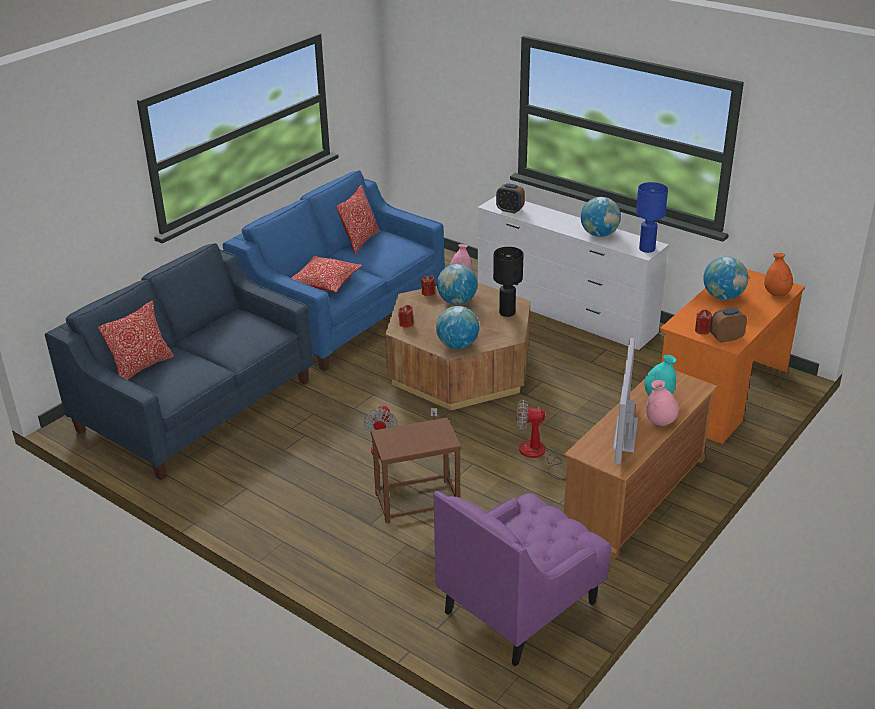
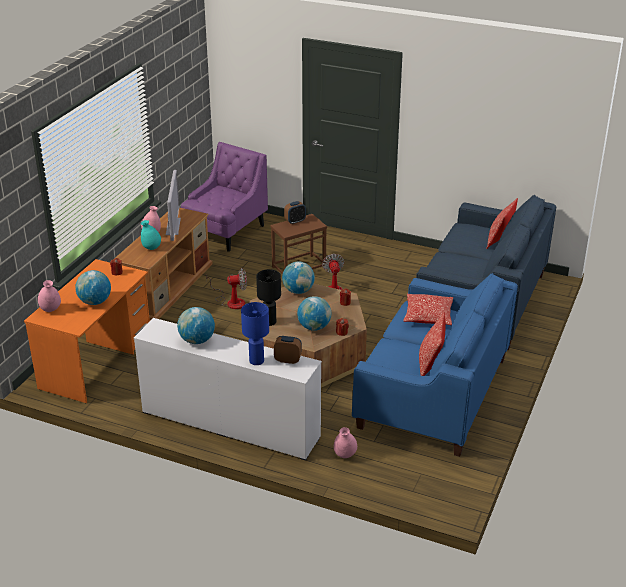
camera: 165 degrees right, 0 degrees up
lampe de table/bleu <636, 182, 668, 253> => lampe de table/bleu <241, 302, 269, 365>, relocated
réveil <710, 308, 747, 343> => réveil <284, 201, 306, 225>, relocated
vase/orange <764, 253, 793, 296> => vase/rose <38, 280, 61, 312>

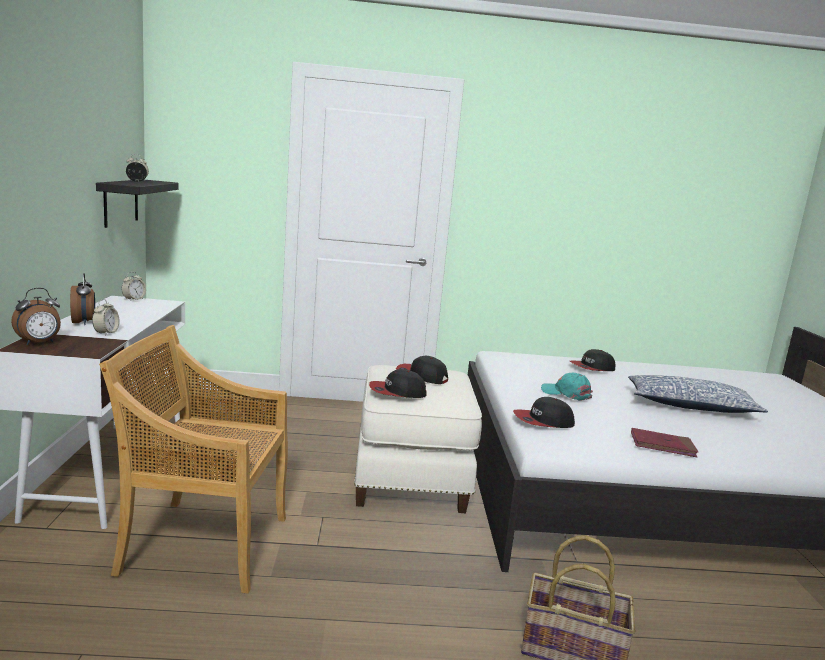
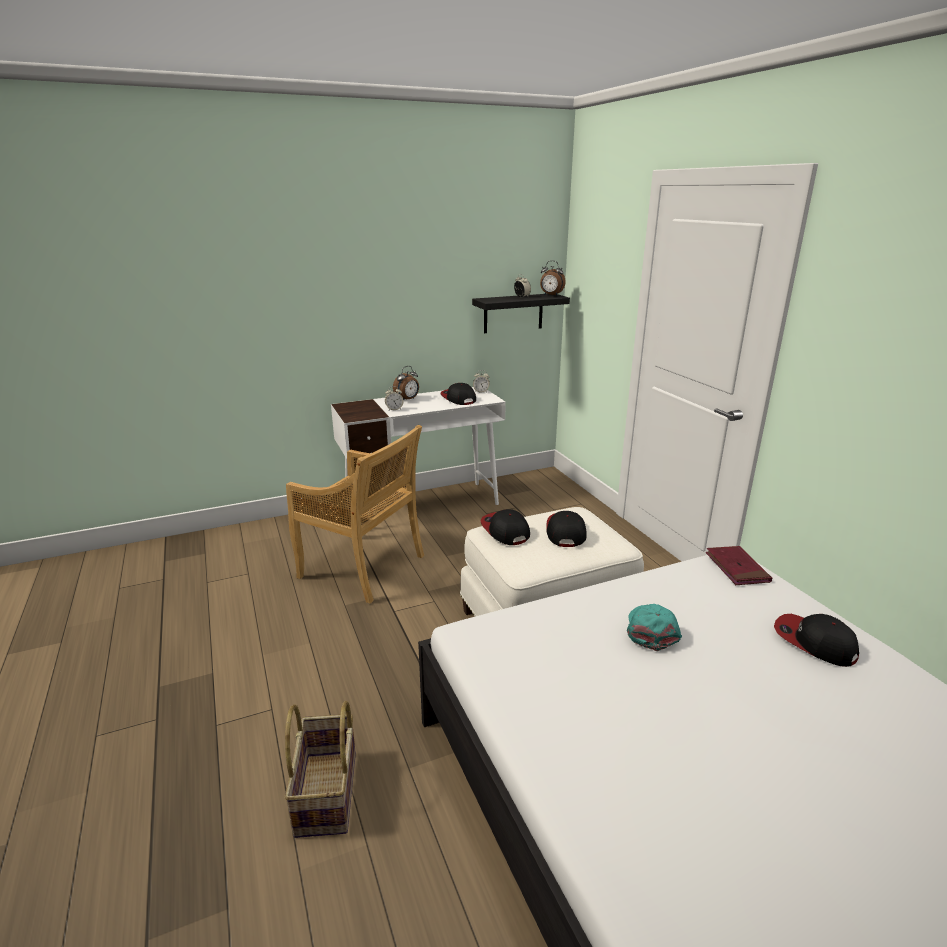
camera: 70 degrees right, 10 degrees up
coussin <628, 375, 768, 413> => nothing
réveil <11, 288, 61, 345> => réveil <540, 261, 566, 296>, relocated
casquette <513, 397, 575, 428> => casquette <440, 383, 476, 405>, relocated
livre/rouge <631, 428, 698, 457> => livre/rouge <706, 546, 772, 585>, relocated
chaise/beige <99, 325, 288, 594> => chaise/beige <286, 425, 424, 604>, 135 degrees clockwise

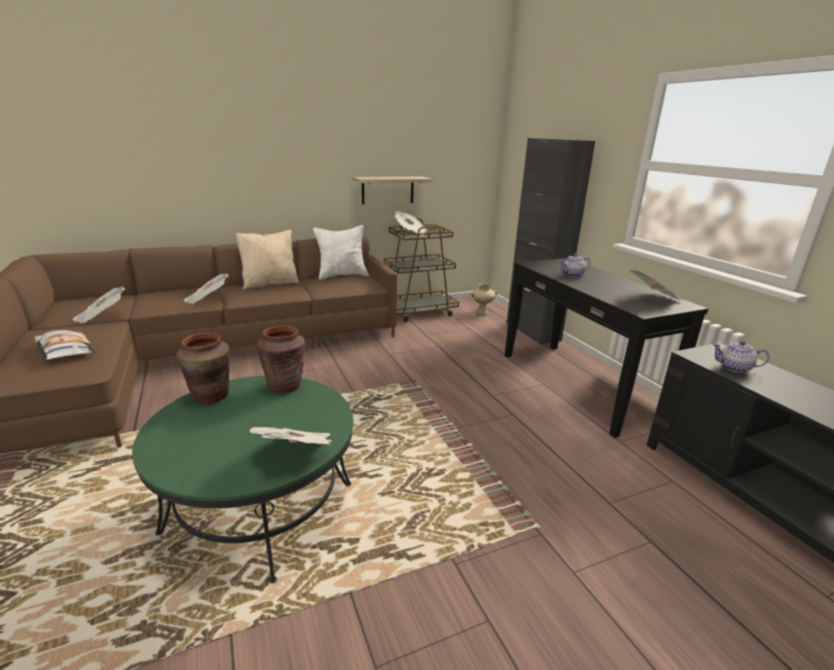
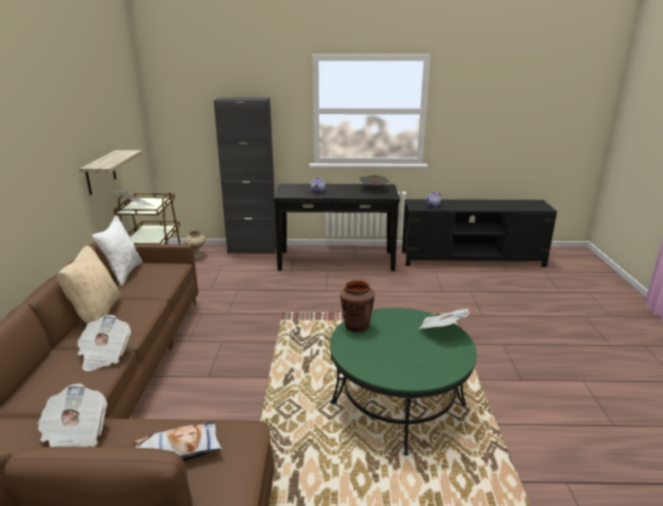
camera: 65 degrees left, 0 degrees up
vase/marron <176, 333, 230, 404> => nothing

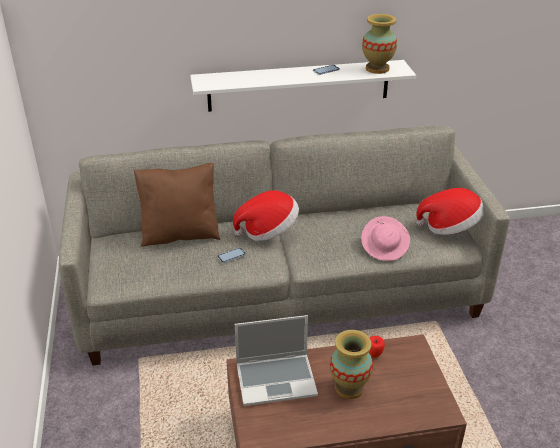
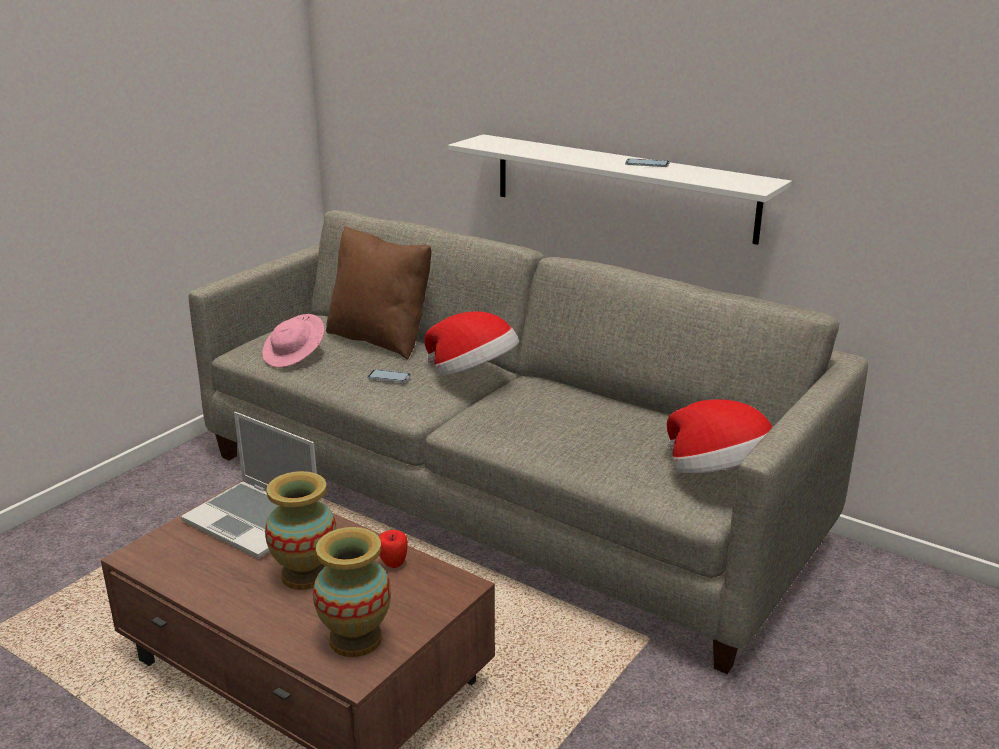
camera: 45 degrees right, 10 degrees down
chapeau/rose <361, 216, 410, 261> => chapeau/rose <262, 314, 324, 368>, relocated
vase <362, 14, 397, 74> => vase <313, 527, 391, 657>, relocated

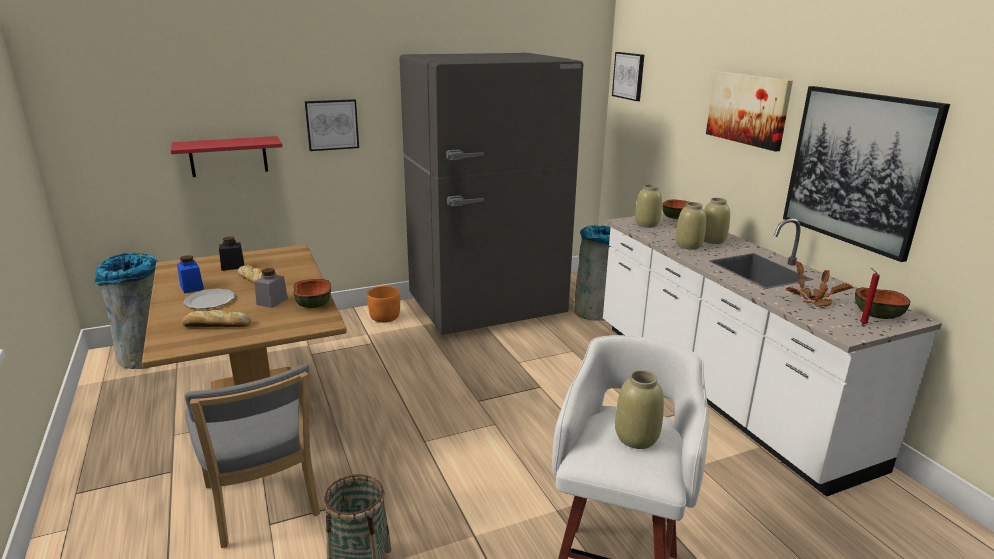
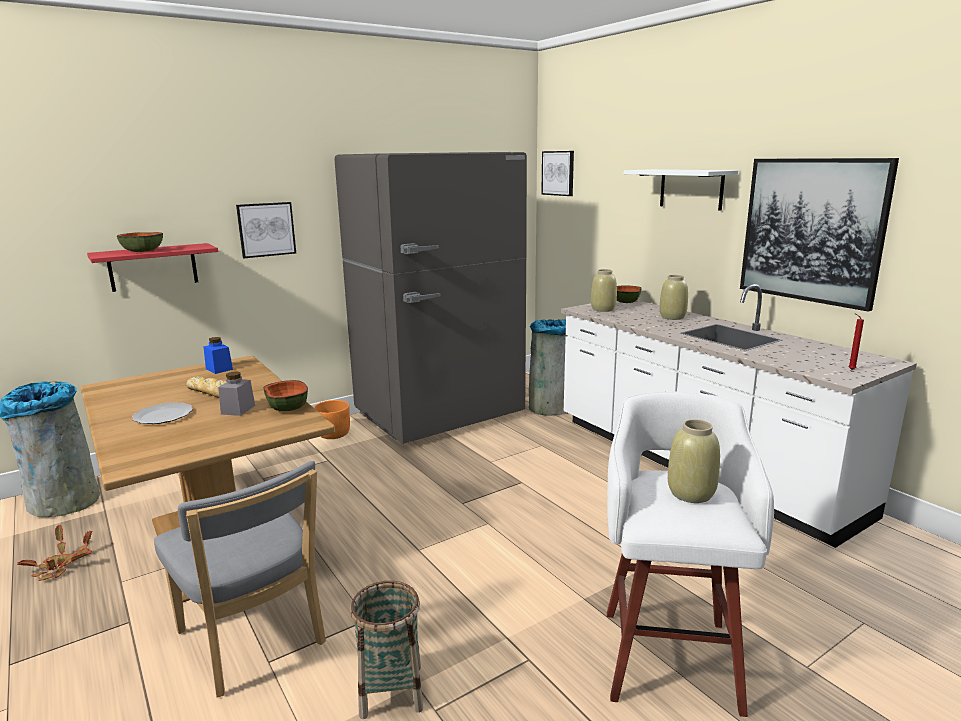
camera: 10 degrees left, 5 degrees down
pain <182, 310, 251, 327> => nothing
bocal/noir <219, 237, 244, 271> => nothing
vase/beige <676, 202, 706, 250> => nothing
bocal/bleu <177, 255, 204, 294> => bocal/bleu <203, 337, 233, 374>, relocated
plante en pot <786, 261, 853, 307> => plante en pot <17, 525, 92, 581>, relocated
bol <855, 288, 911, 319> => bol <117, 232, 163, 252>, relocated
tableau <706, 71, 793, 152> => étagère/blanc <624, 169, 738, 211>

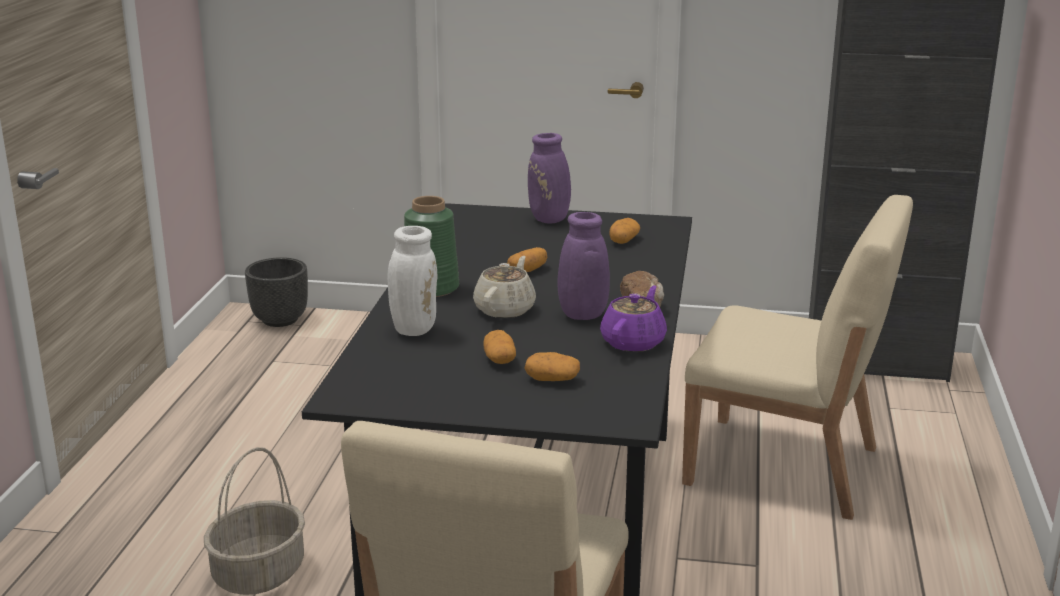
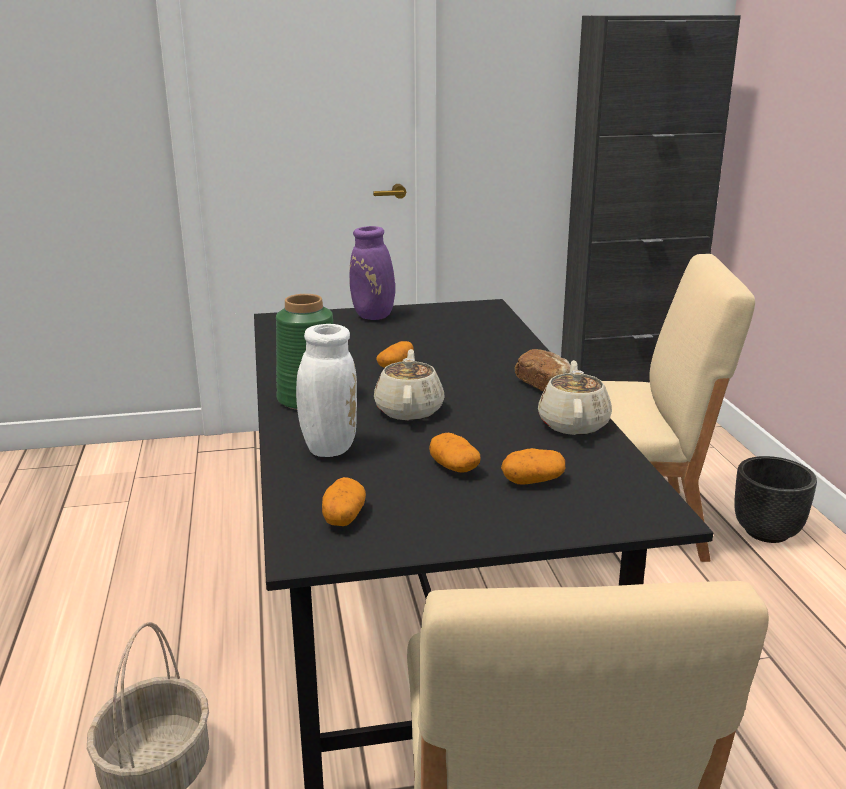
camera: 20 degrees left, 0 degrees up
vase/violet <558, 212, 610, 320> => nothing
cache-pot/noir <245, 257, 308, 327> => cache-pot/noir <734, 456, 817, 543>, relocated
pomme de terre <609, 218, 640, 244> => pomme de terre <322, 477, 366, 526>, relocated
théière/violet <600, 285, 667, 352> => théière/beige <538, 360, 612, 435>

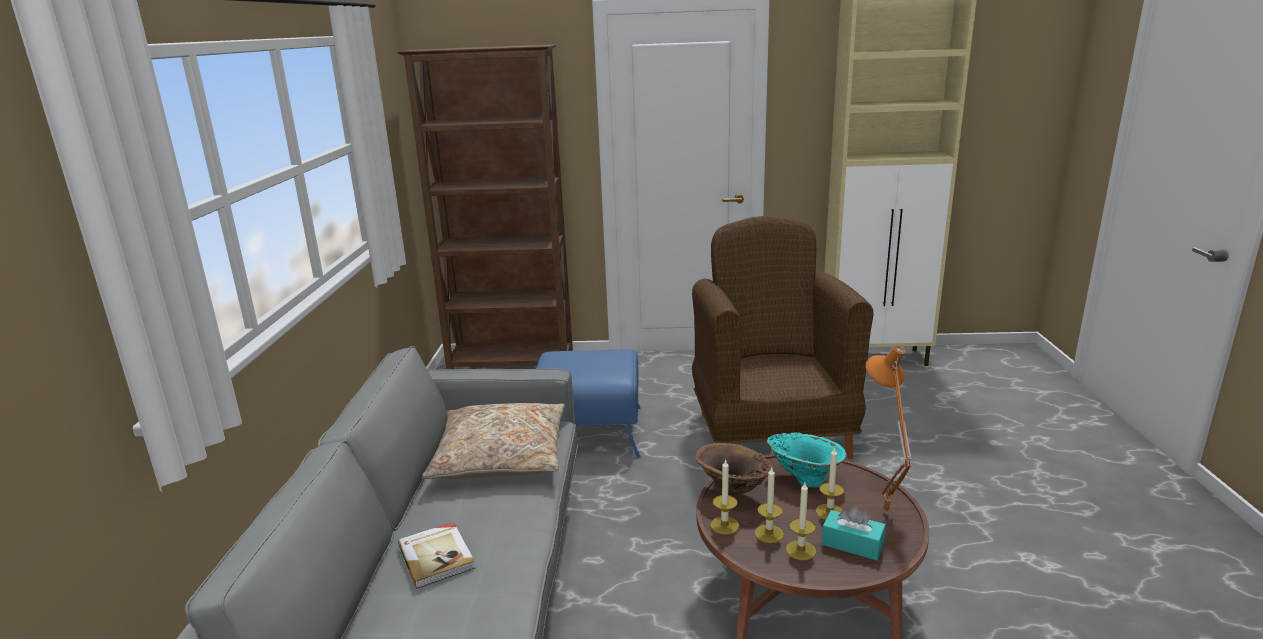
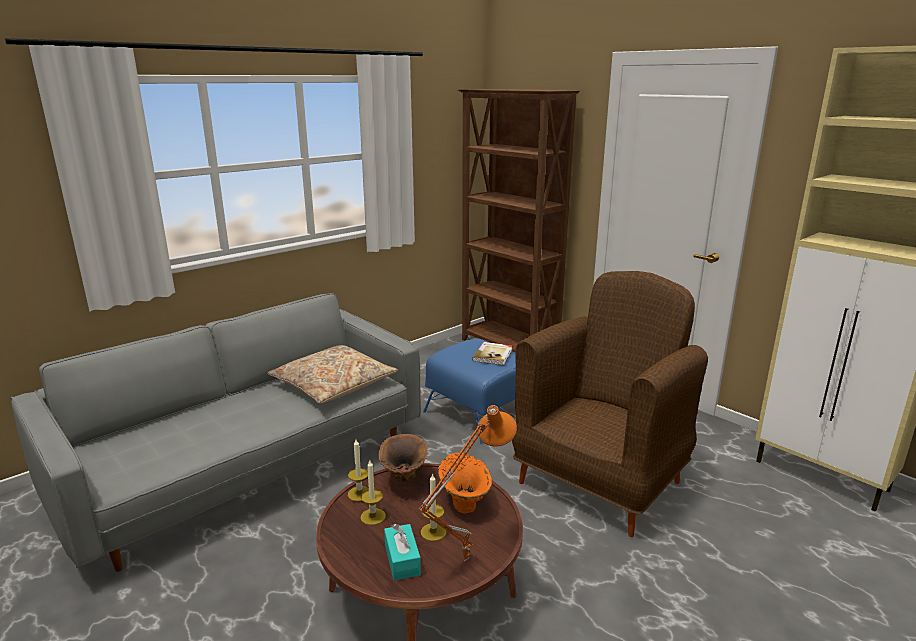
camera: 45 degrees right, 0 degrees up
bougie <786, 482, 817, 560> => nothing
livre <398, 522, 475, 589> => livre <472, 342, 513, 365>, relocated
vase/turquoise <767, 432, 847, 488> => vase/orange <438, 453, 492, 514>

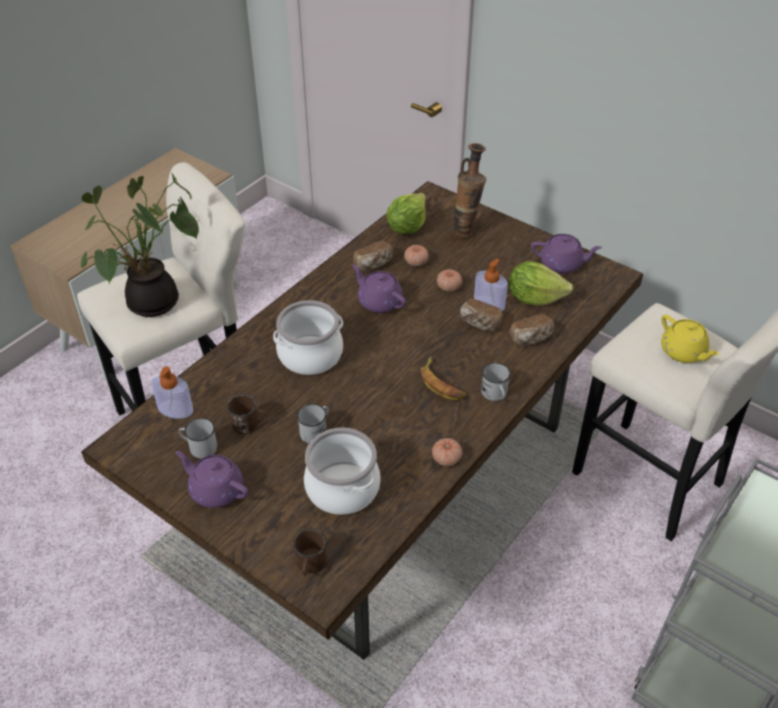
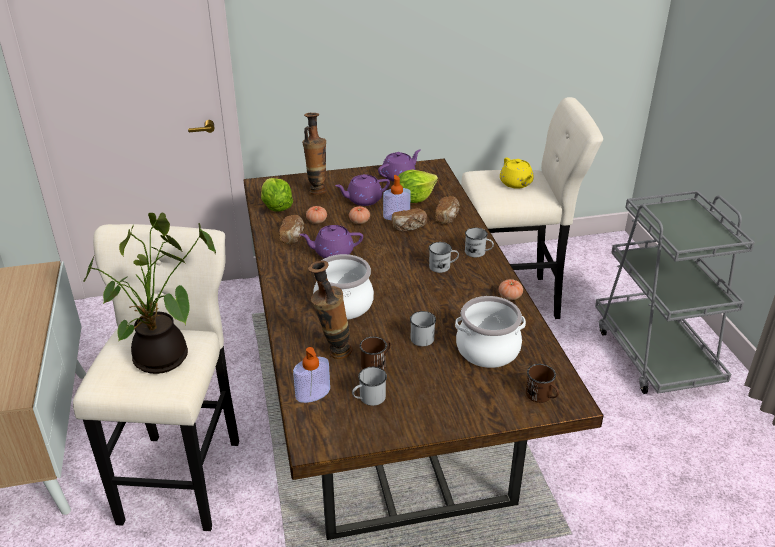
camera: 50 degrees left, 10 degrees down
nothing => vase <308, 261, 353, 359>
théière/violet <175, 451, 248, 508> => théière/violet <335, 174, 390, 206>, relocated
banane <421, 357, 466, 401> => mug/blanc <429, 242, 459, 273>
théière/jaune <661, 314, 719, 363> => théière/jaune <500, 157, 534, 189>, 60 degrees clockwise

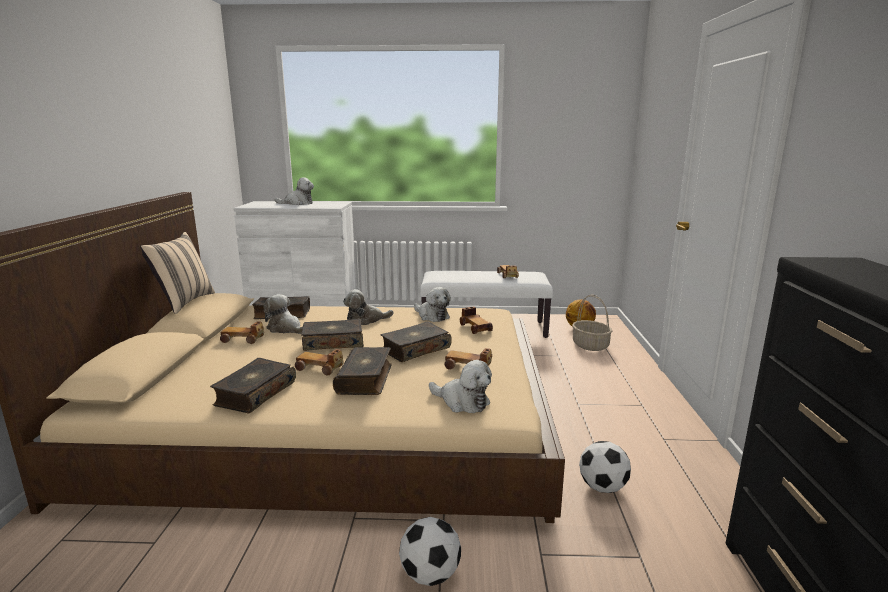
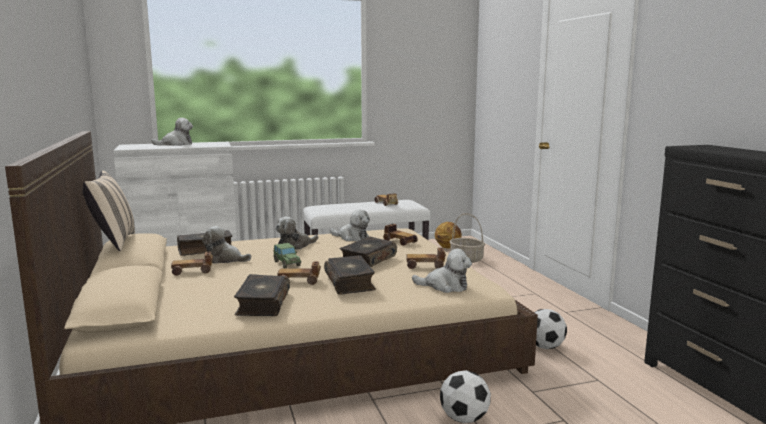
camera: 20 degrees left, 5 degrees down
livre <301, 319, 364, 351> => petite voiture <273, 243, 302, 268>

